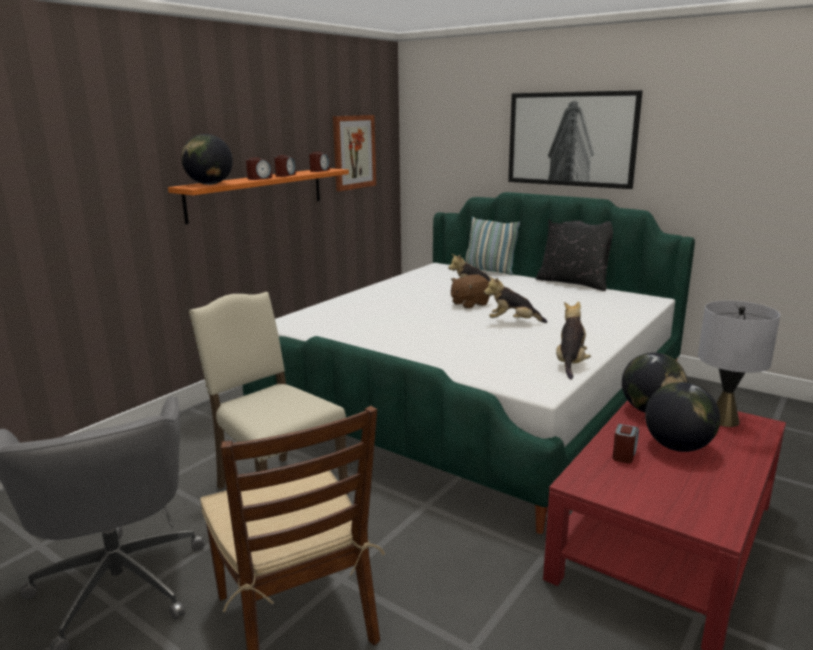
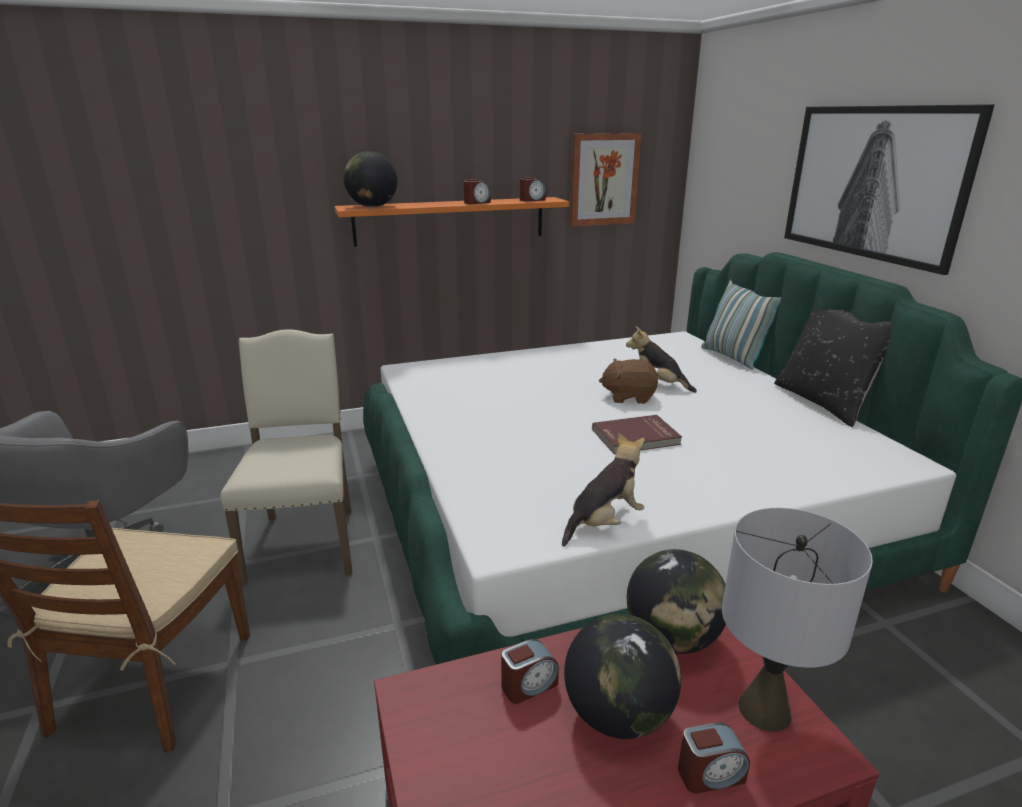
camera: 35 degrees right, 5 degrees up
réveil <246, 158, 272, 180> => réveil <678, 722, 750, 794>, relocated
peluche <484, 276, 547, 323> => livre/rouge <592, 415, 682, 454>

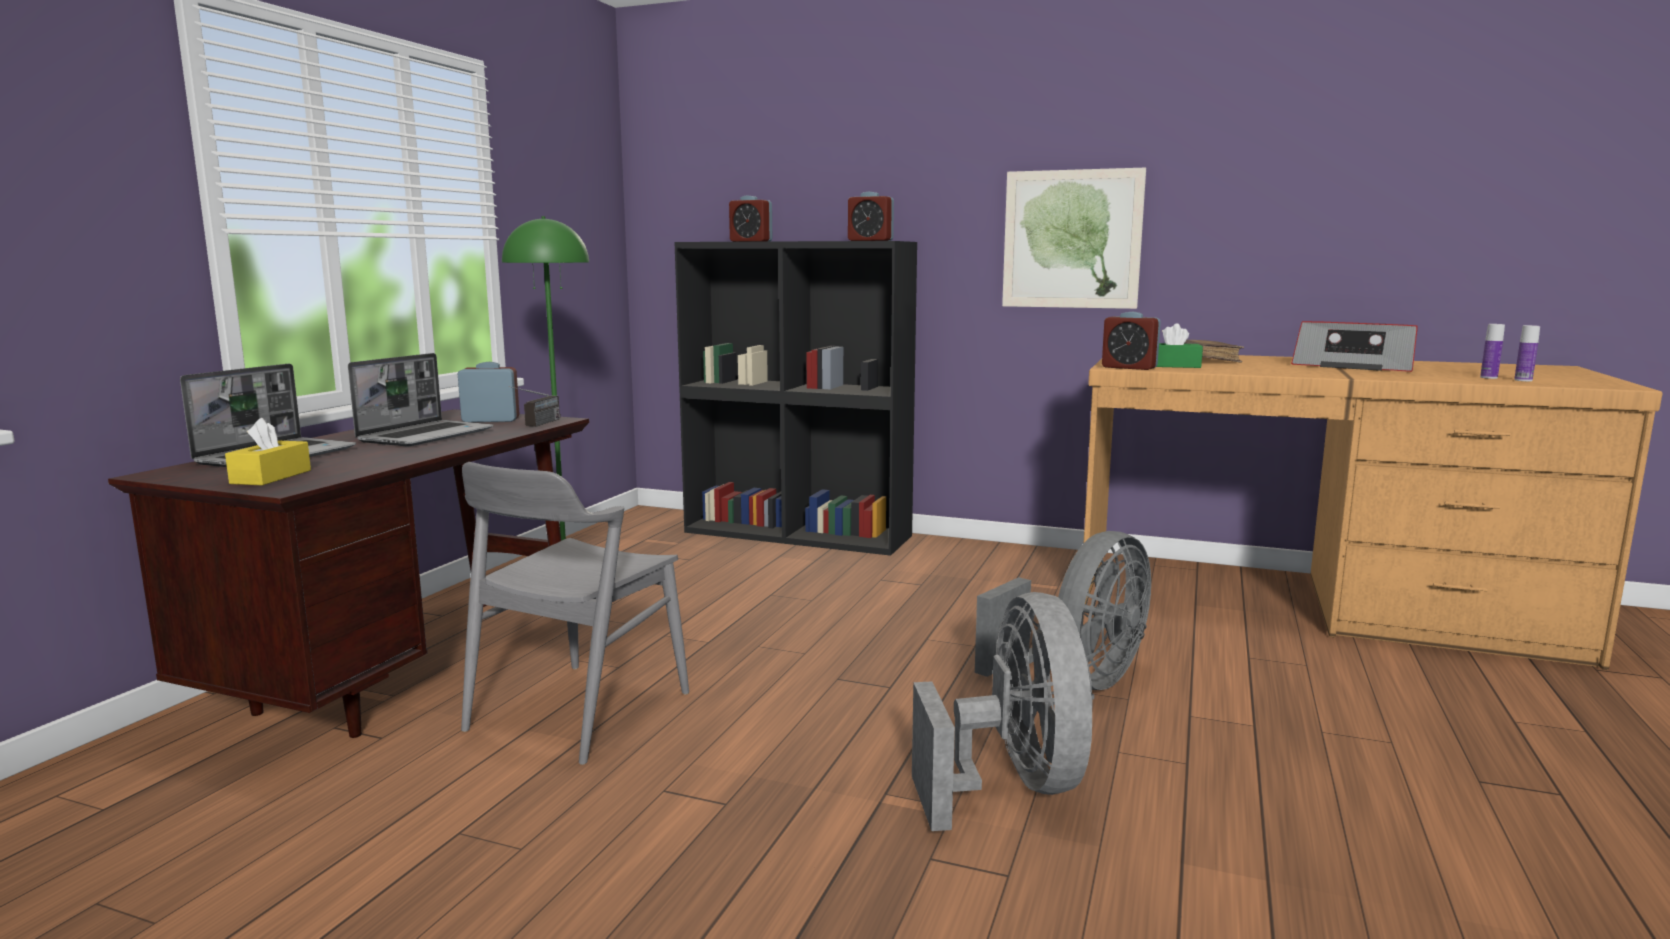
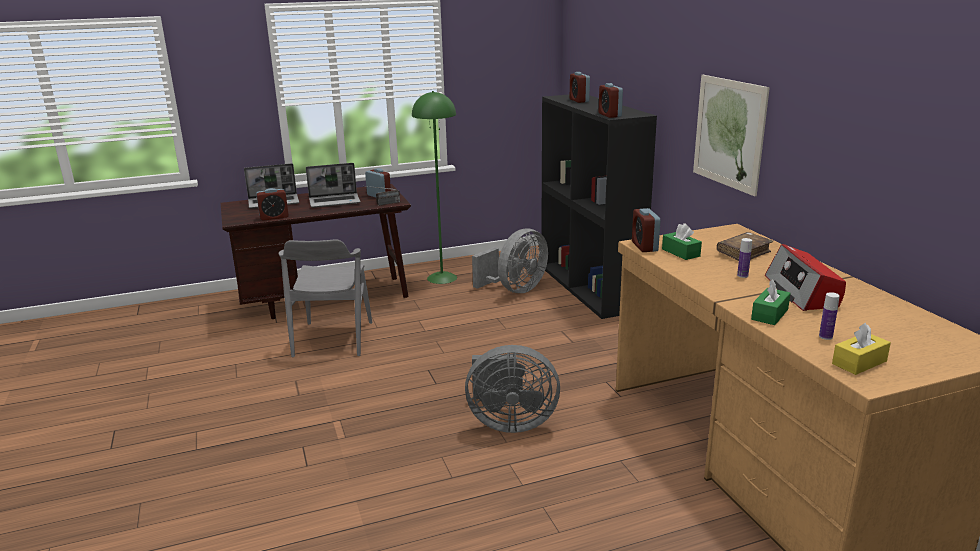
camera: 50 degrees right, 10 degrees up
nothing => réveil <256, 188, 289, 221>
nothing => boîte à mouchoirs/vert <751, 279, 791, 325>
boîte à mouchoirs/jaune <225, 418, 311, 485> => boîte à mouchoirs/jaune <832, 323, 891, 375>, relocated
ventilateur/gris <912, 592, 1094, 831> => ventilateur/gris <472, 228, 548, 293>, relocated
bouteille <1514, 325, 1540, 381> => bouteille <737, 238, 752, 278>, relocated
chaise/gris <461, 462, 689, 765> => chaise/gris <279, 239, 372, 357>, 75 degrees counterclockwise

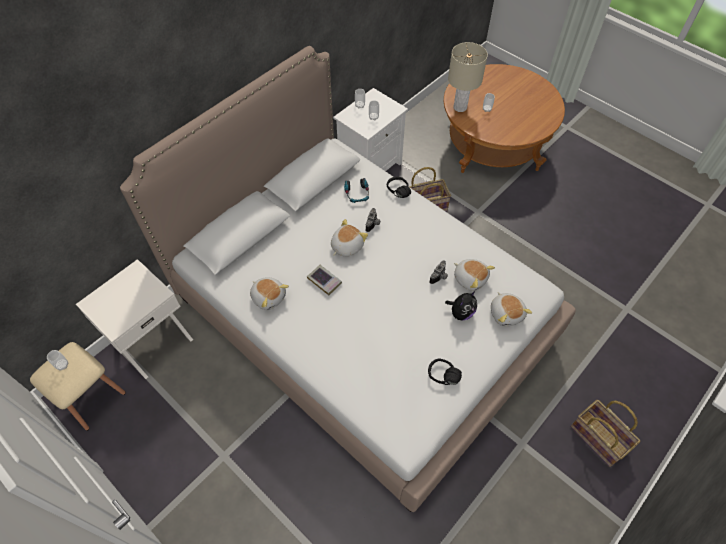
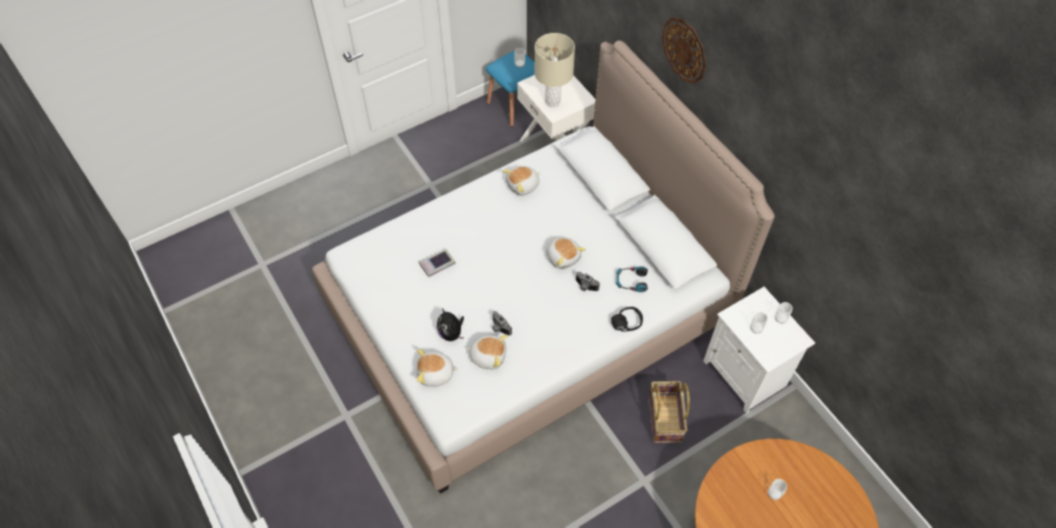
camera: 105 degrees right, 0 degrees up
casque audio/noir <428, 358, 462, 385> => nothing
panier <571, 400, 640, 467> => nothing
nothing => horloge murale <662, 17, 706, 84>
livre <307, 265, 342, 295> => livre <419, 249, 456, 277>, relocated
lampe de table/beige <448, 42, 488, 112> => lampe de table/beige <534, 33, 575, 107>, relocated
tabouret/beige <30, 342, 126, 431> => tabouret/bleu <486, 51, 535, 127>
peluche <454, 259, 495, 291> => peluche <466, 335, 508, 370>, 135 degrees counterclockwise

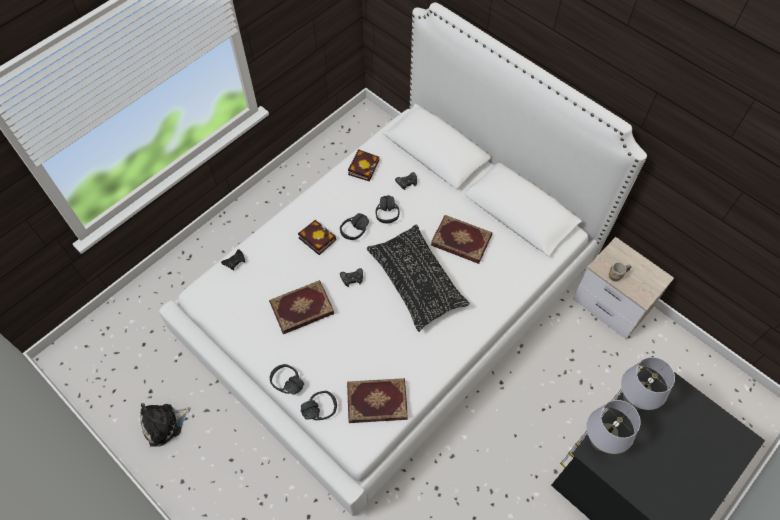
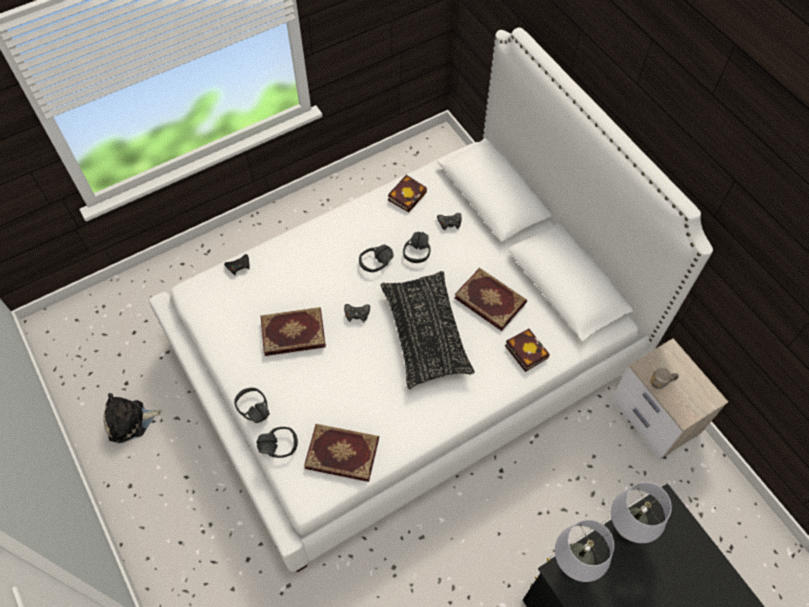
camera: 15 degrees right, 0 degrees up
livre <298, 220, 336, 255> => livre <505, 329, 550, 372>, relocated

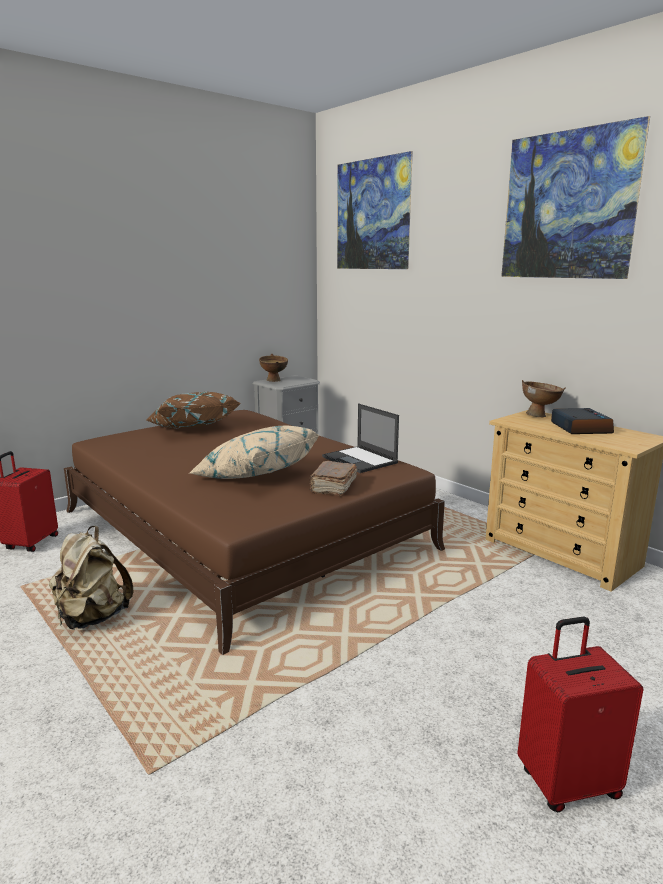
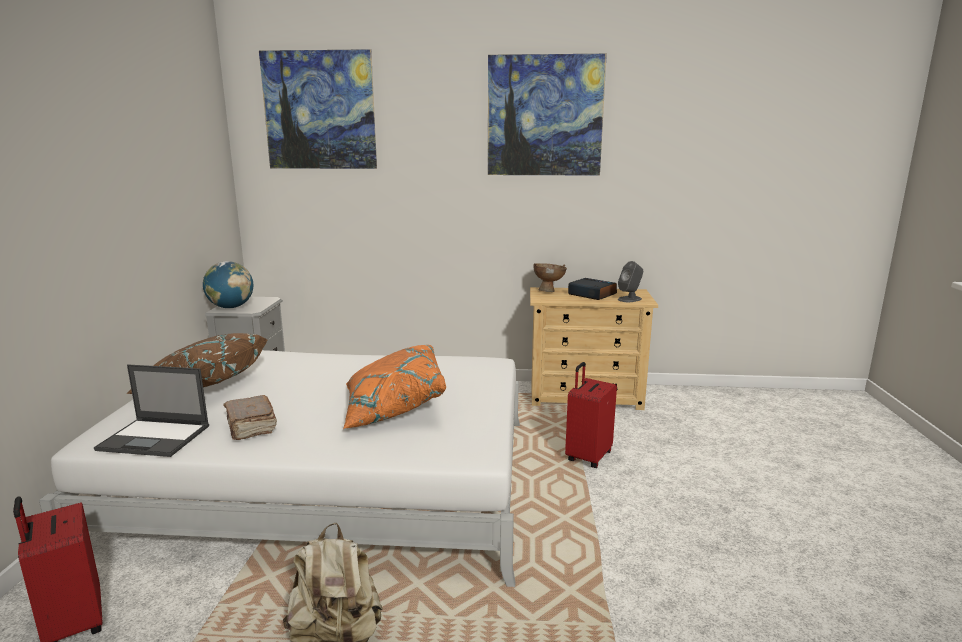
camera: 45 degrees left, 0 degrees up
nothing => enceinte/gris <618, 261, 643, 302>
livre/marron <309, 461, 357, 496> => livre/marron <223, 395, 277, 440>, relocated
ordinateur portable <322, 403, 399, 473> => ordinateur portable <94, 364, 209, 457>, relocated
valise/rouge <517, 617, 643, 812> => valise/rouge <565, 362, 617, 468>, relocated
bol/marron <259, 354, 288, 382> => globe <203, 261, 253, 308>
lit/marron <64, 410, 445, 655> => lit/blanc <39, 350, 520, 587>
coussin/beige <190, 426, 320, 479> => coussin/orange <343, 345, 446, 429>

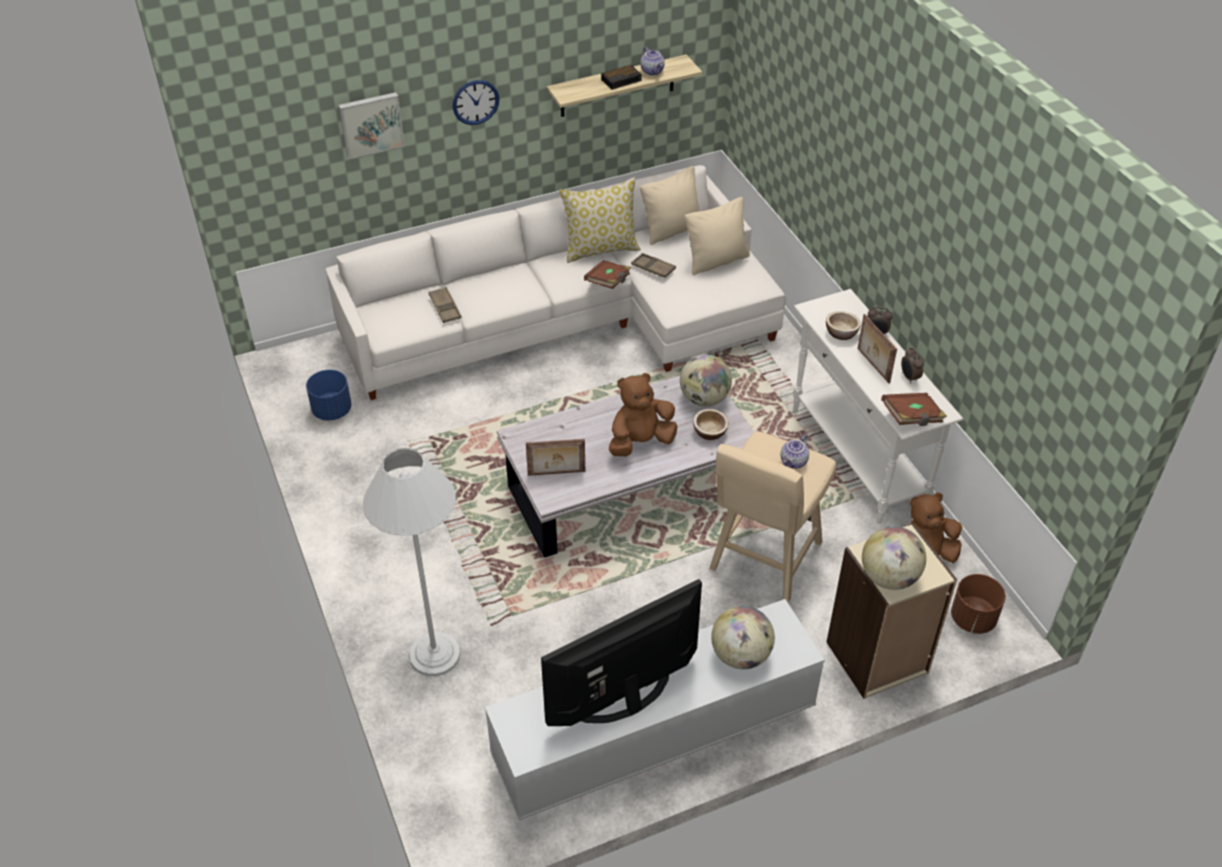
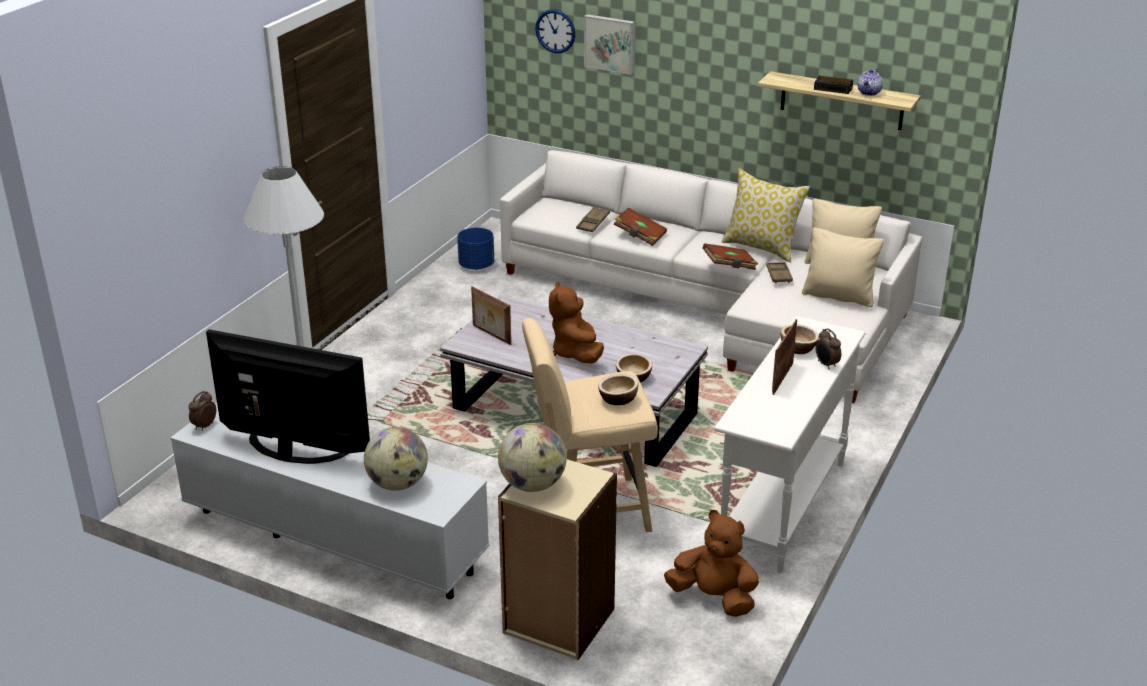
camera: 50 degrees right, 15 degrees down
globe <680, 354, 732, 406> => nothing
cache-pot/marron <951, 574, 1006, 634> => nothing
horloge murale <453, 80, 499, 125> => horloge murale <535, 10, 575, 53>, relocated
livre/marron <881, 393, 947, 426> => livre/marron <614, 208, 667, 246>, relocated
réveil <901, 347, 923, 384> => réveil <189, 391, 216, 431>, relocated
théière <780, 434, 809, 469> => bol <598, 374, 638, 405>
peluche/marron <609, 373, 677, 456> => peluche/marron <549, 282, 604, 364>, 120 degrees counterclockwise

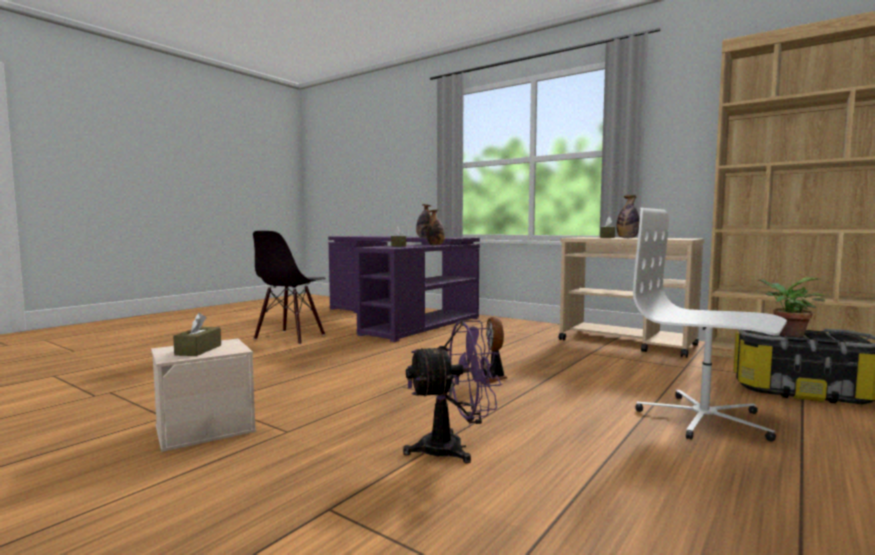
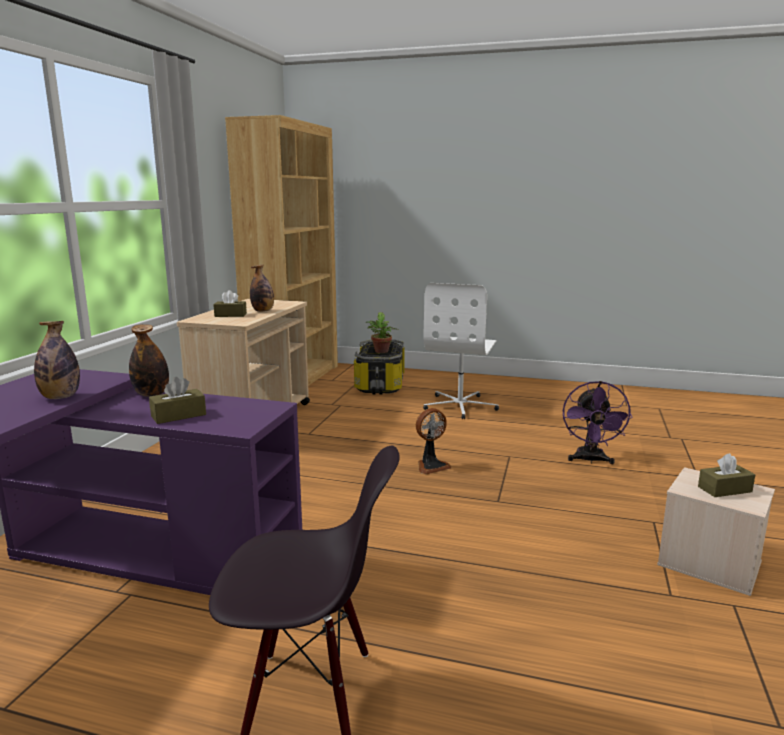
camera: 110 degrees left, 10 degrees up
ventilateur/violet <403, 321, 501, 464> => ventilateur/violet <563, 381, 633, 464>, 135 degrees counterclockwise

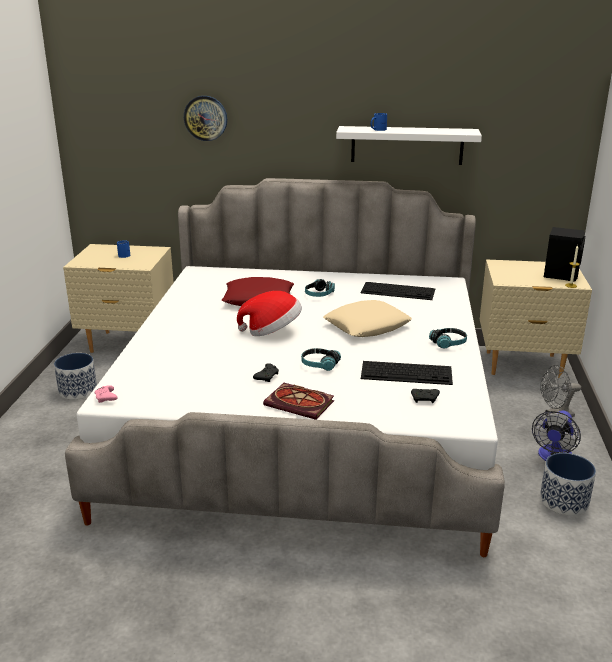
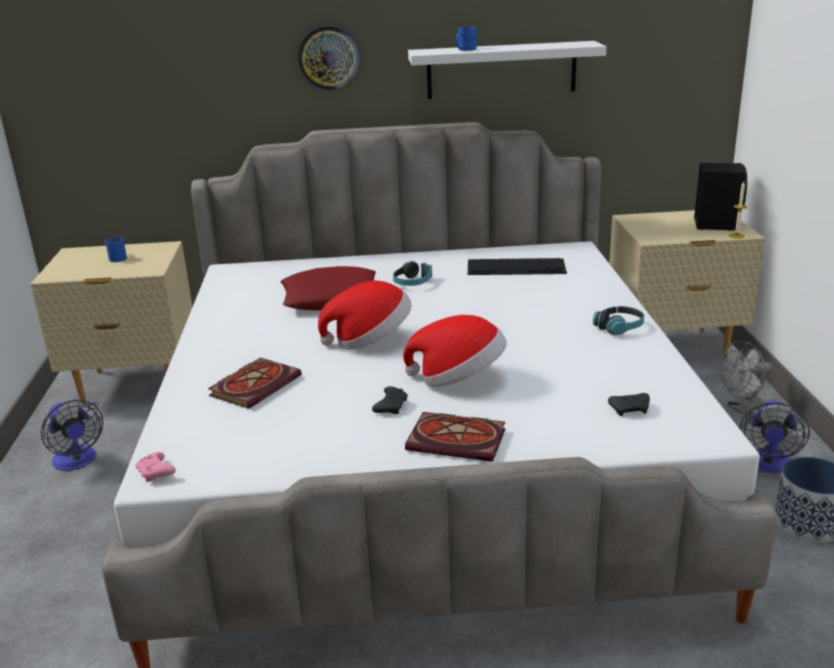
camera: 10 degrees left, 0 degrees up
coussin/beige <323, 300, 412, 337> => nothing
clavier <361, 361, 453, 385> => nothing
nothing => livre <208, 357, 302, 409>
horloge murale <184, 96, 227, 141> => horloge murale <298, 26, 360, 90>, relocated
cache-pot <54, 353, 97, 400> => ventilateur <41, 400, 103, 471>
casque audio <301, 348, 341, 371> => chapeau <403, 315, 507, 387>

